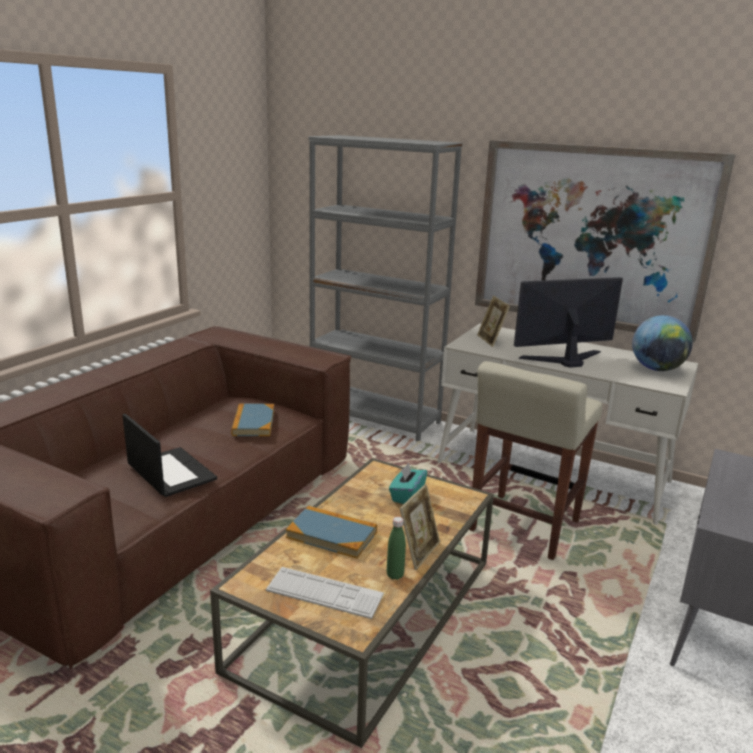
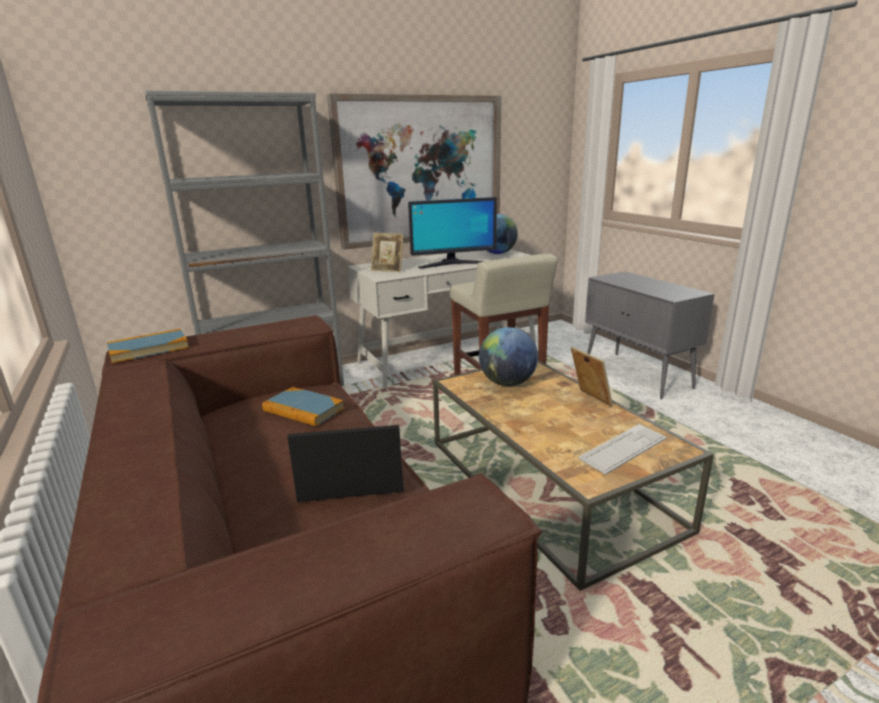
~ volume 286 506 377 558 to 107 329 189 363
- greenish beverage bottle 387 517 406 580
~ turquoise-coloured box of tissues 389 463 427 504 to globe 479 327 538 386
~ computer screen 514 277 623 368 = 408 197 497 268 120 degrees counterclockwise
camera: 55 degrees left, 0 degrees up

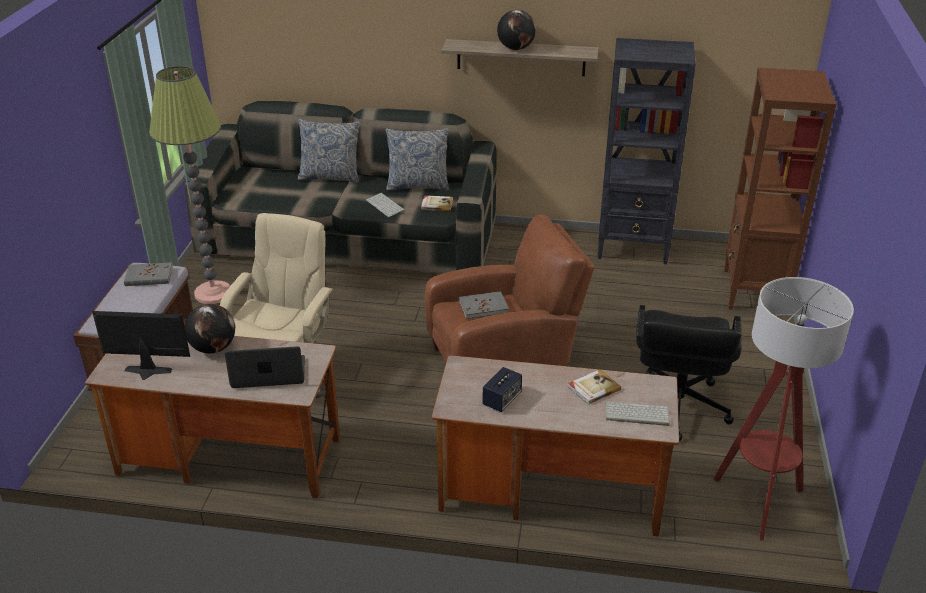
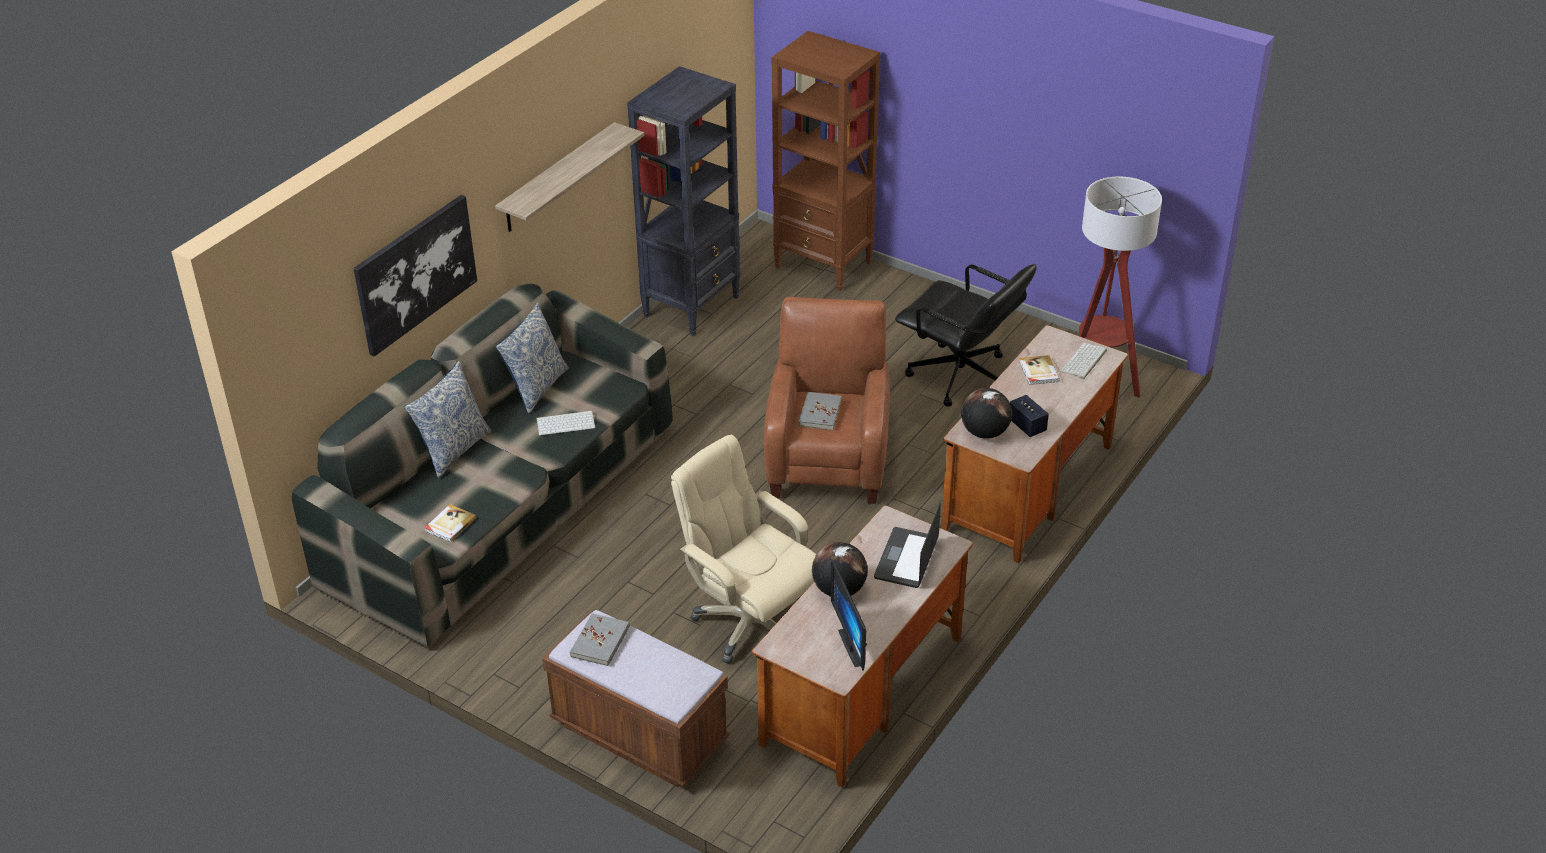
~ computer screen 92 311 190 380 = 831 559 867 671 45 degrees counterclockwise
- floor lamp 149 66 230 304
~ volume 421 195 453 211 to 425 504 476 542
~ globe 497 10 536 50 to 961 388 1012 439
+ wall art 353 195 477 357
camera: 65 degrees left, 5 degrees up

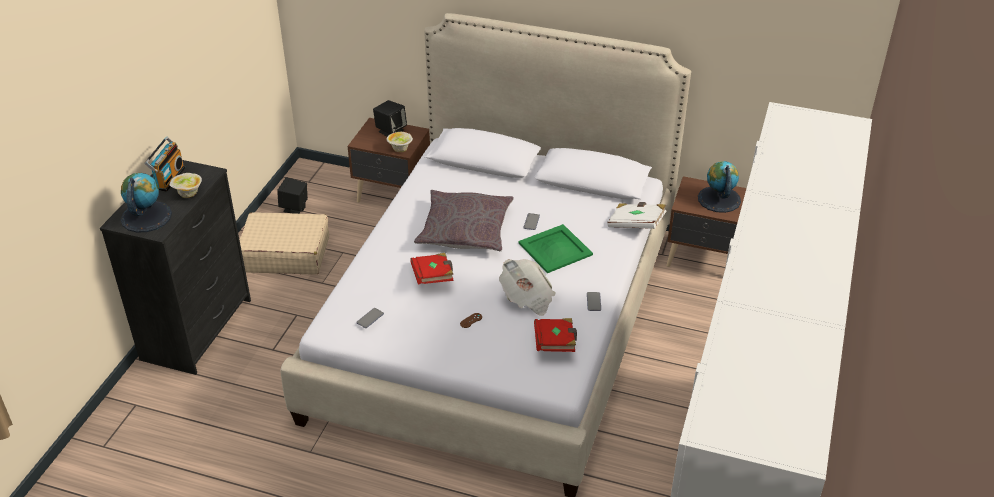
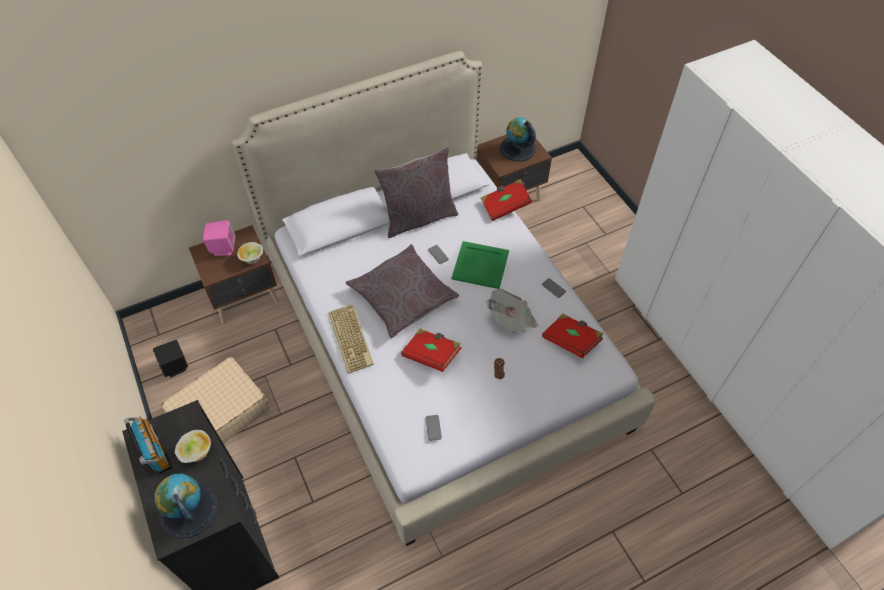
~ black-coloured loudspeaker 373 100 407 137 to pink-coloured loudspeaker 203 220 236 256
~ whitish volume 607 202 666 229 to red volume 481 179 532 221
+ keyboard 328 304 374 374
+ greyish pillow 374 147 458 238
camera: 45 degrees left, 15 degrees up

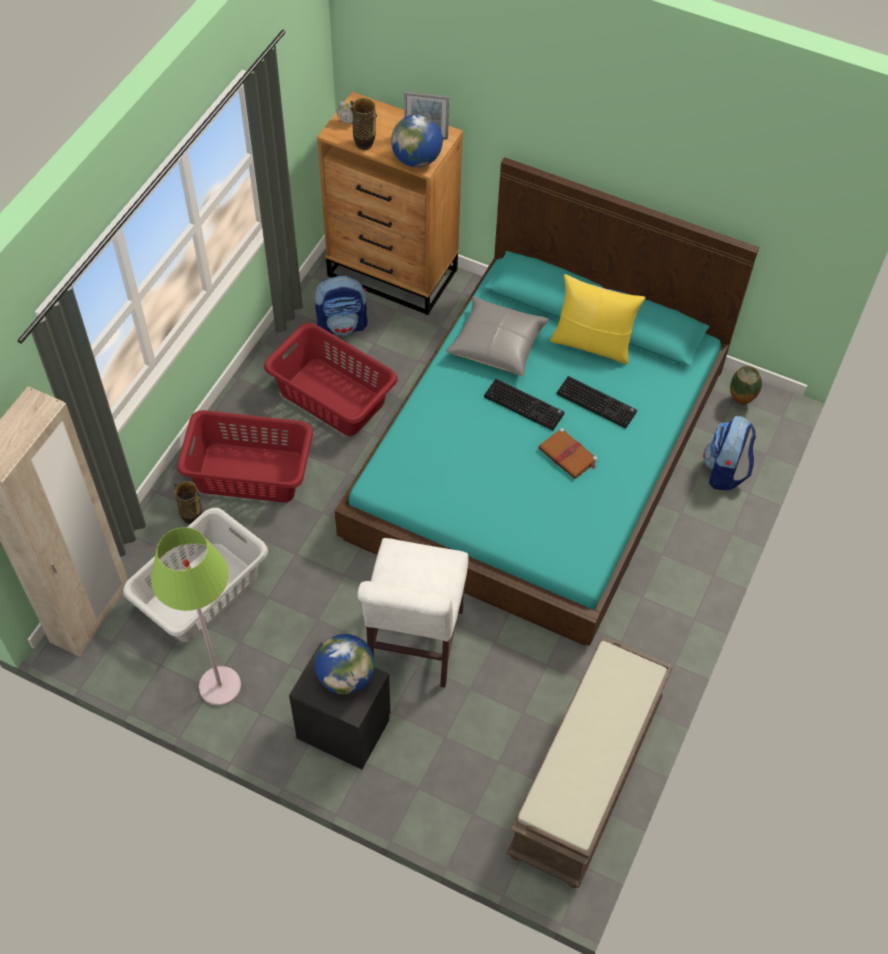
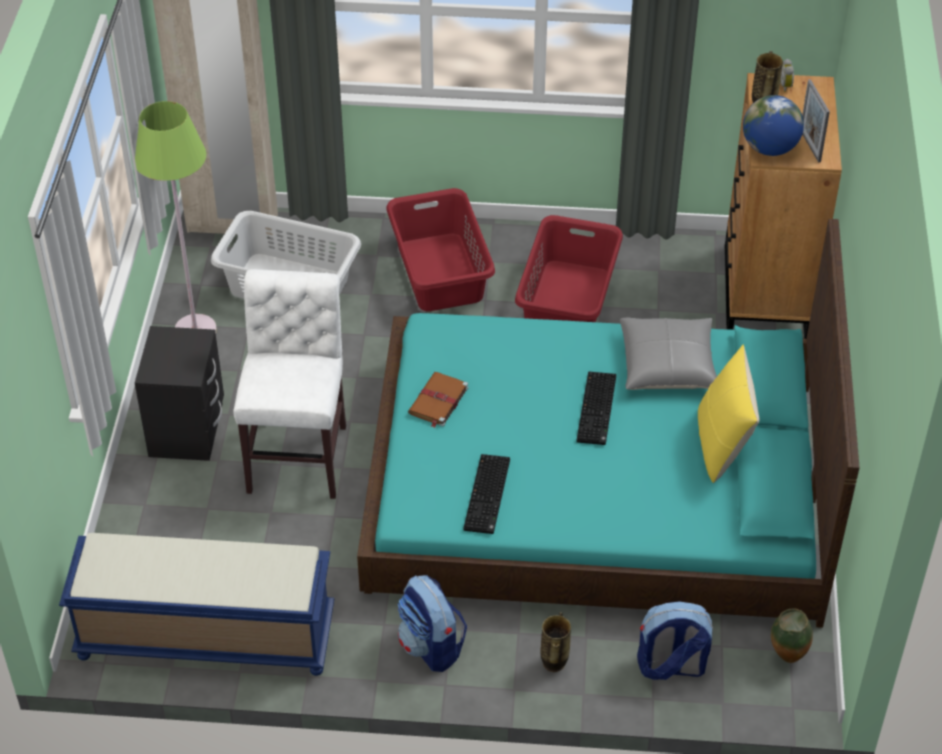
~ flower vase 174 481 202 525 to 541 612 571 672
~ rucksack 315 276 368 335 to 398 575 467 672
- globe 315 634 375 694
~ whitish plain chair 358 538 468 688 = 233 269 346 499 105 degrees clockwise
~ brownish indoor bench 507 635 673 888 to blue indoor bench 59 533 335 676
~ brownish volume 538 428 598 479 to 408 372 469 428
~ keyboard 557 376 637 429 to 463 454 510 534
camera: 70 degrees right, 10 degrees down

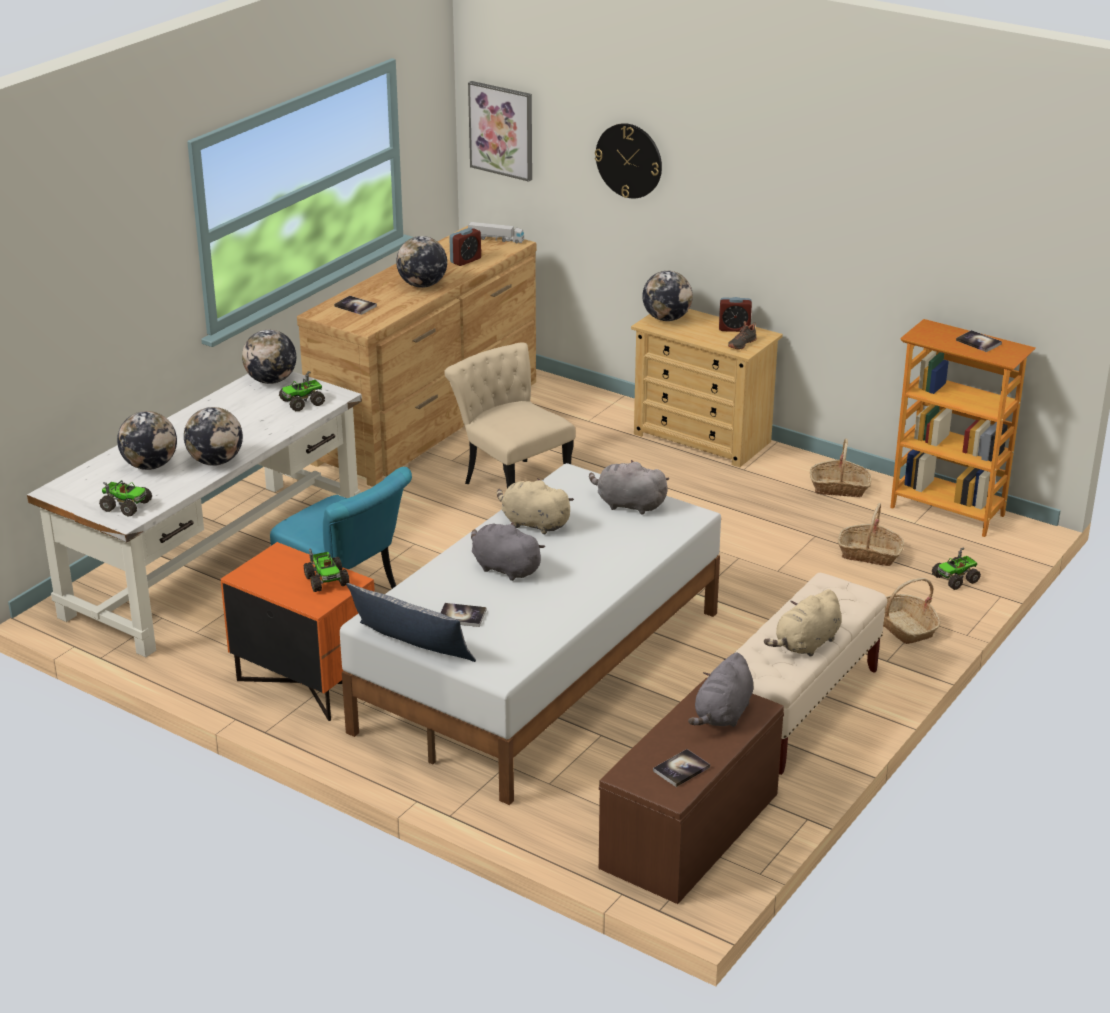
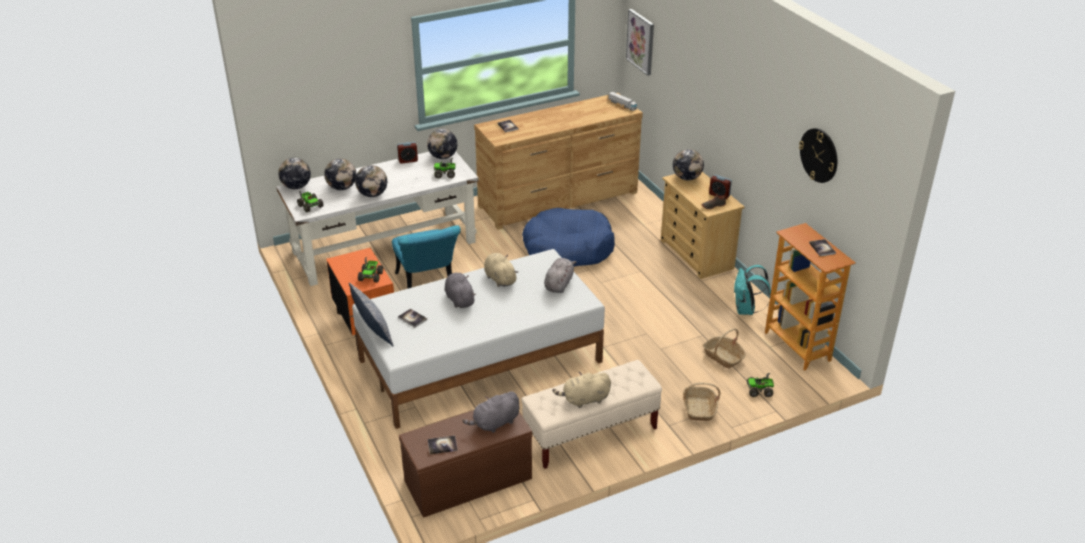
~ globe 396 236 447 288 to 278 158 311 189
~ sand-coloured plain chair 444 342 575 488 to blue dog cushion 522 208 615 267
~ alarm clock 449 227 481 266 to 397 142 418 164
~ greyish cuddly toy 589 460 669 515 = 544 258 577 293 60 degrees clockwise
~ hanging clock 595 123 662 198 to 799 128 837 183
~ household basket 810 439 872 497 to turquoise-coloured rucksack 734 265 771 315
camera: 30 degrees right, 5 degrees up

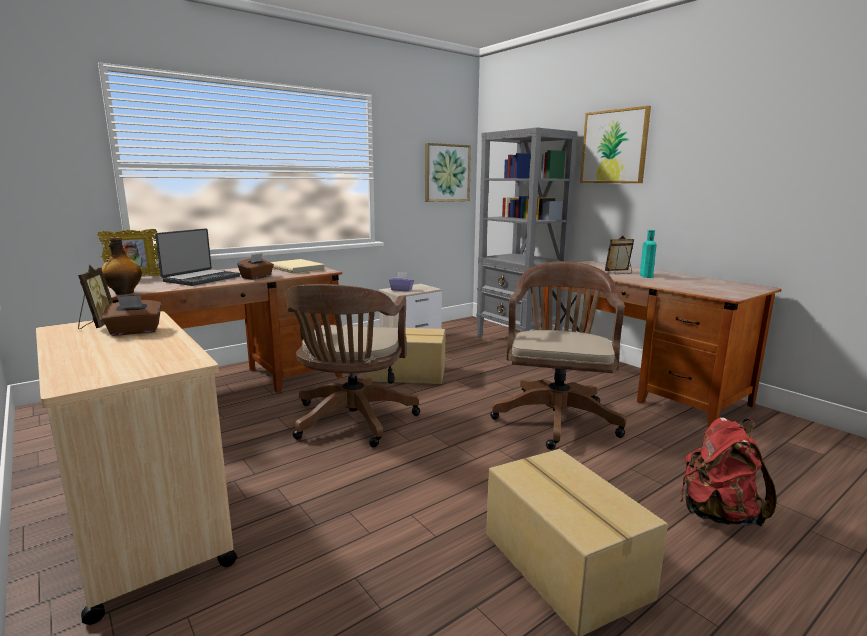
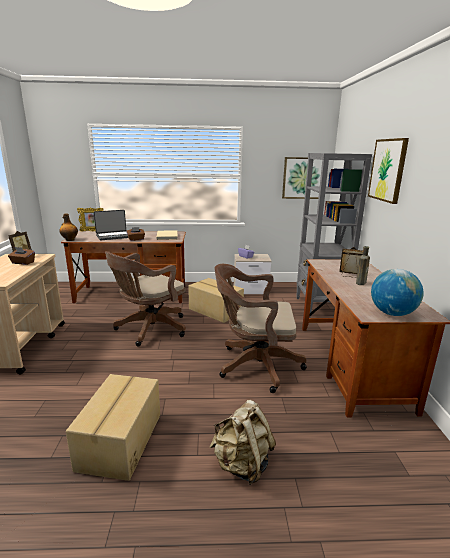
~ brownish office chair 490 261 627 450 = 214 264 307 393 135 degrees counterclockwise
~ turquoise-coloured beverage bottle 640 230 657 278 to brownish beverage bottle 356 246 370 285
~ red rucksack 680 417 777 526 to sand-coloured rucksack 210 400 276 485
+ globe 371 269 424 316
camera: 35 degrees right, 5 degrees up

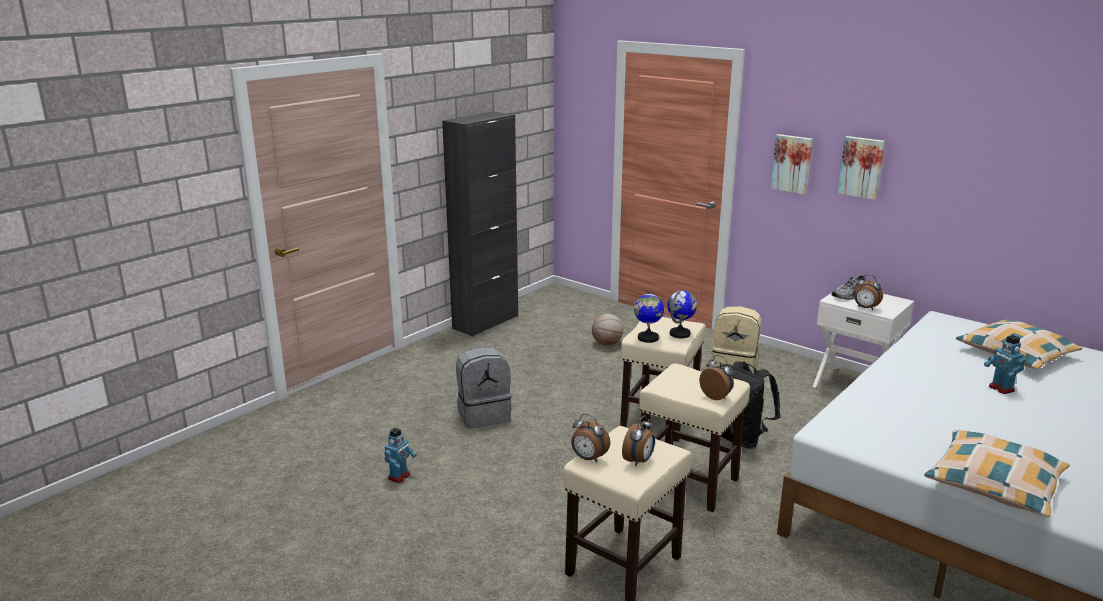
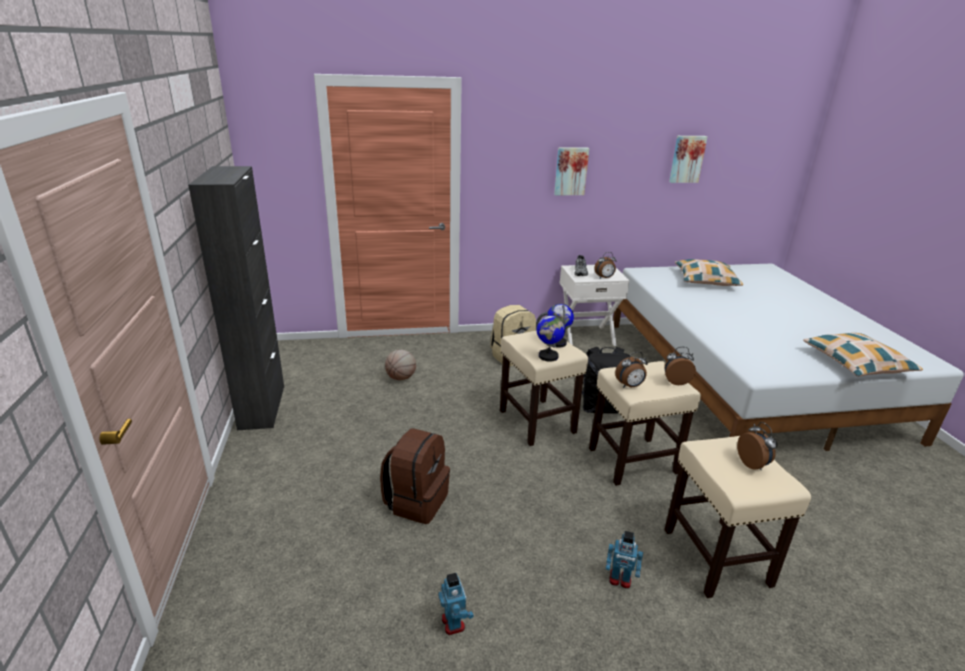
~ greyish rucksack 456 347 511 429 to brownish rucksack 380 428 450 524
~ alarm clock 571 414 610 462 to 615 352 648 388
~ wall art 771 134 813 195 to 669 136 707 183
~ model robot 984 335 1025 394 to 606 531 643 588
camera: 50 degrees left, 5 degrees up

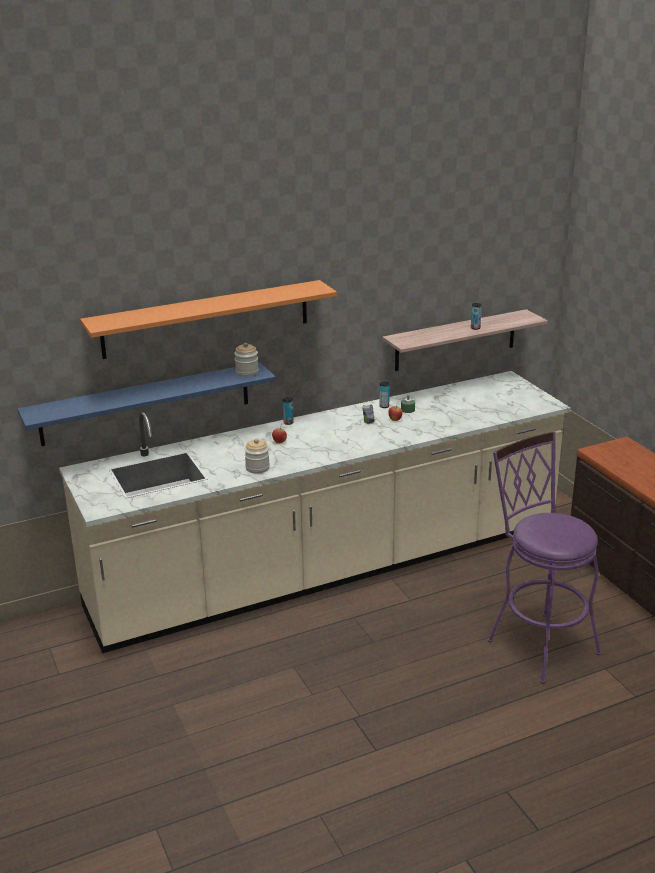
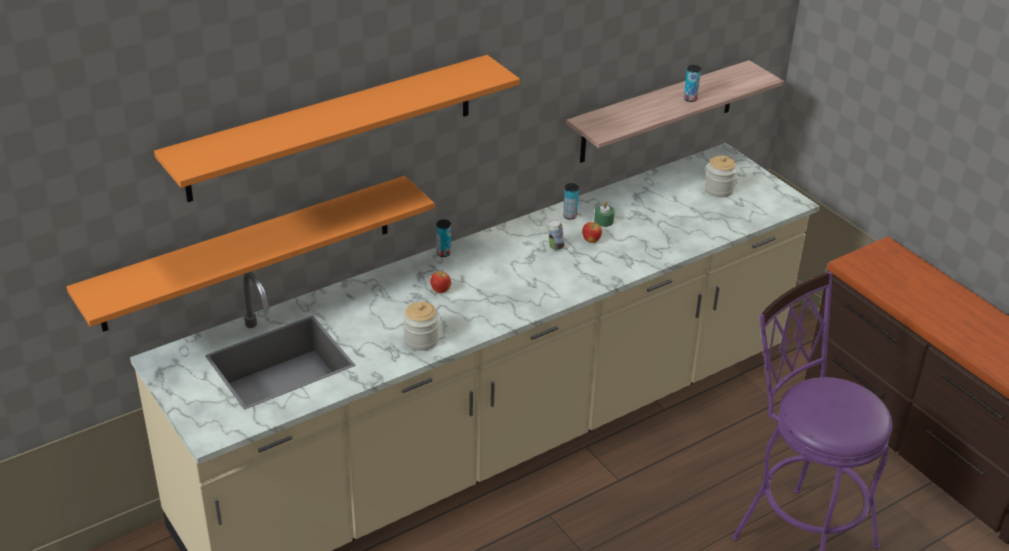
~ blue bracket shelf 17 362 276 446 to orangey bracket shelf 67 176 434 332
~ preserve jar 234 343 259 377 to 705 156 737 197
camera: 10 degrees left, 10 degrees up

